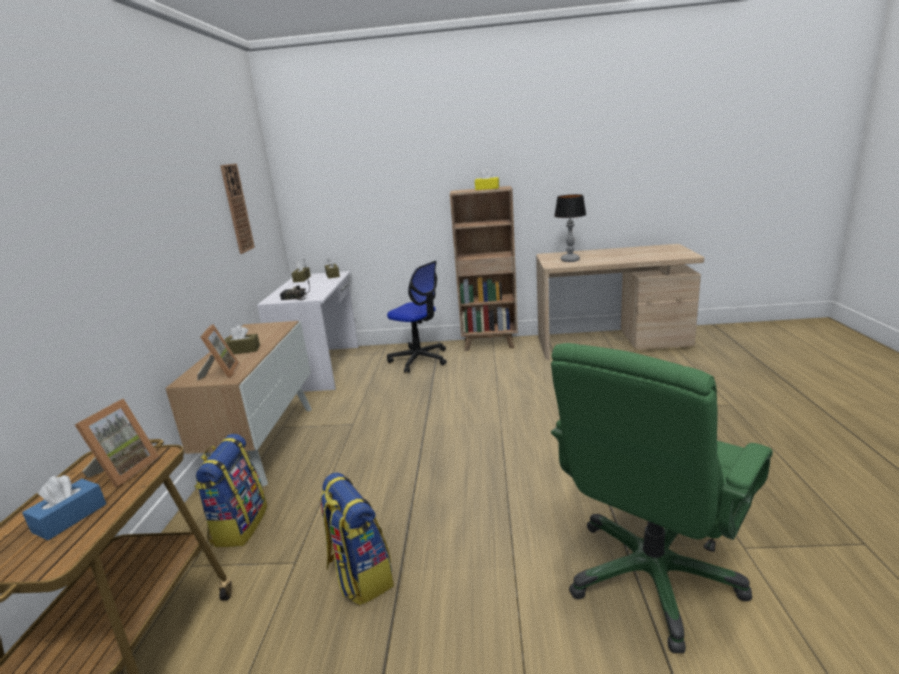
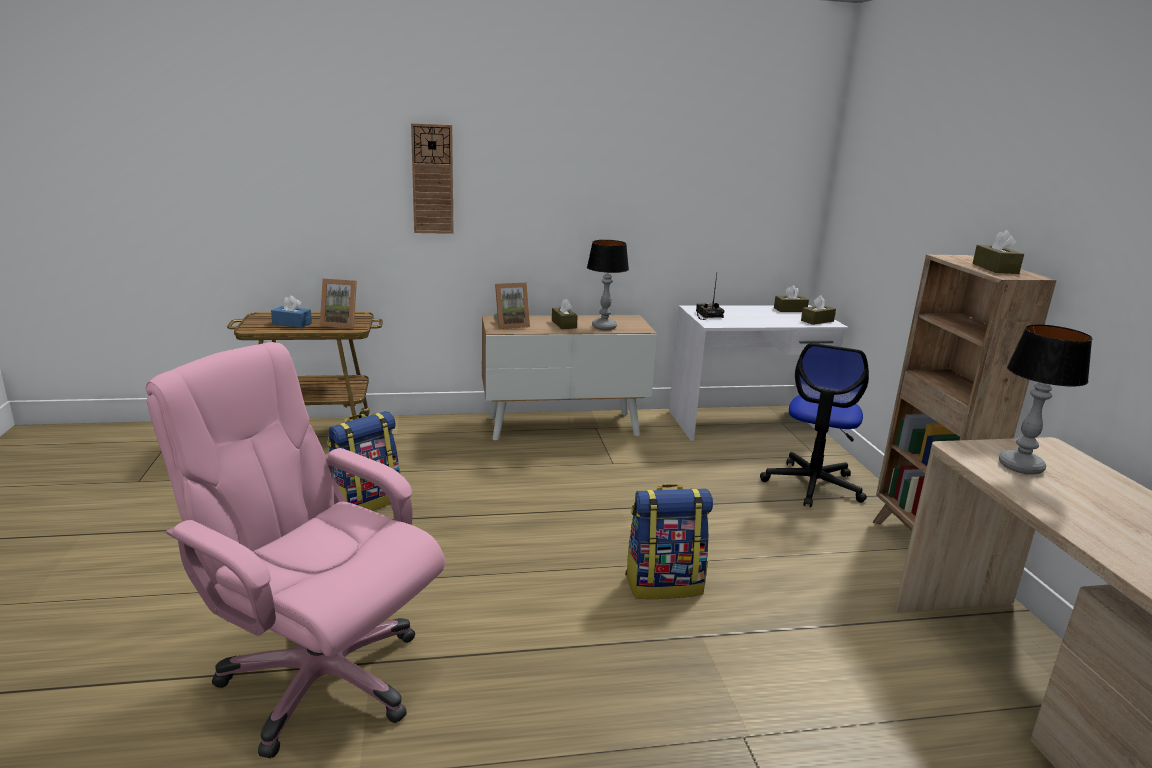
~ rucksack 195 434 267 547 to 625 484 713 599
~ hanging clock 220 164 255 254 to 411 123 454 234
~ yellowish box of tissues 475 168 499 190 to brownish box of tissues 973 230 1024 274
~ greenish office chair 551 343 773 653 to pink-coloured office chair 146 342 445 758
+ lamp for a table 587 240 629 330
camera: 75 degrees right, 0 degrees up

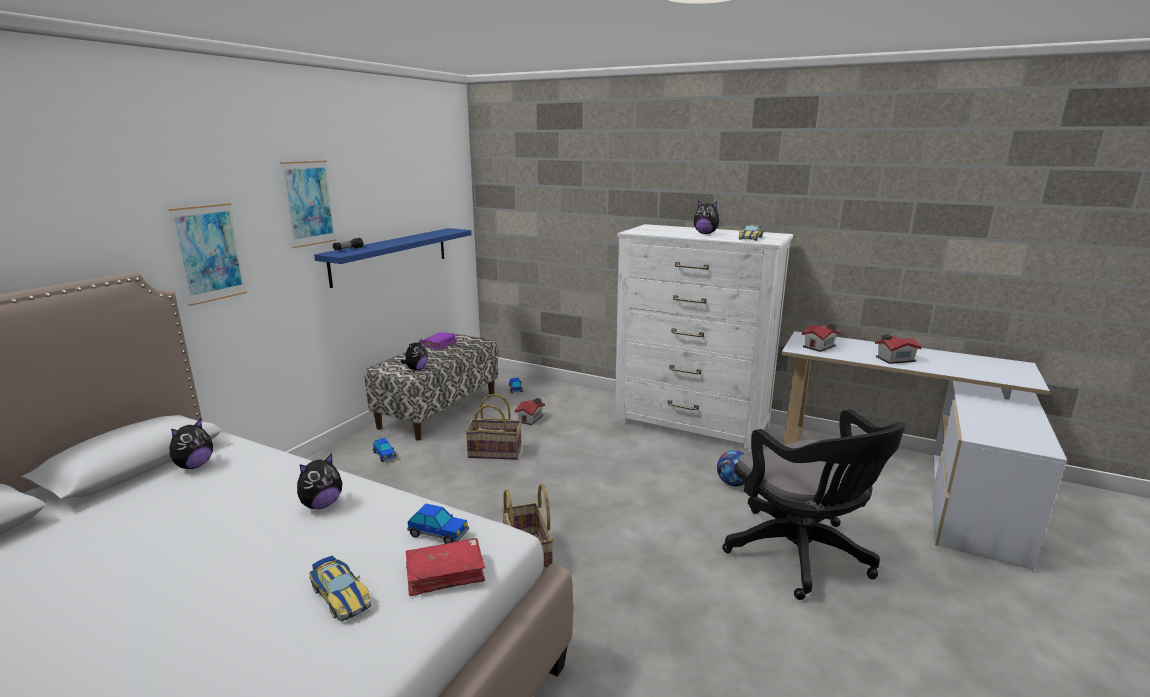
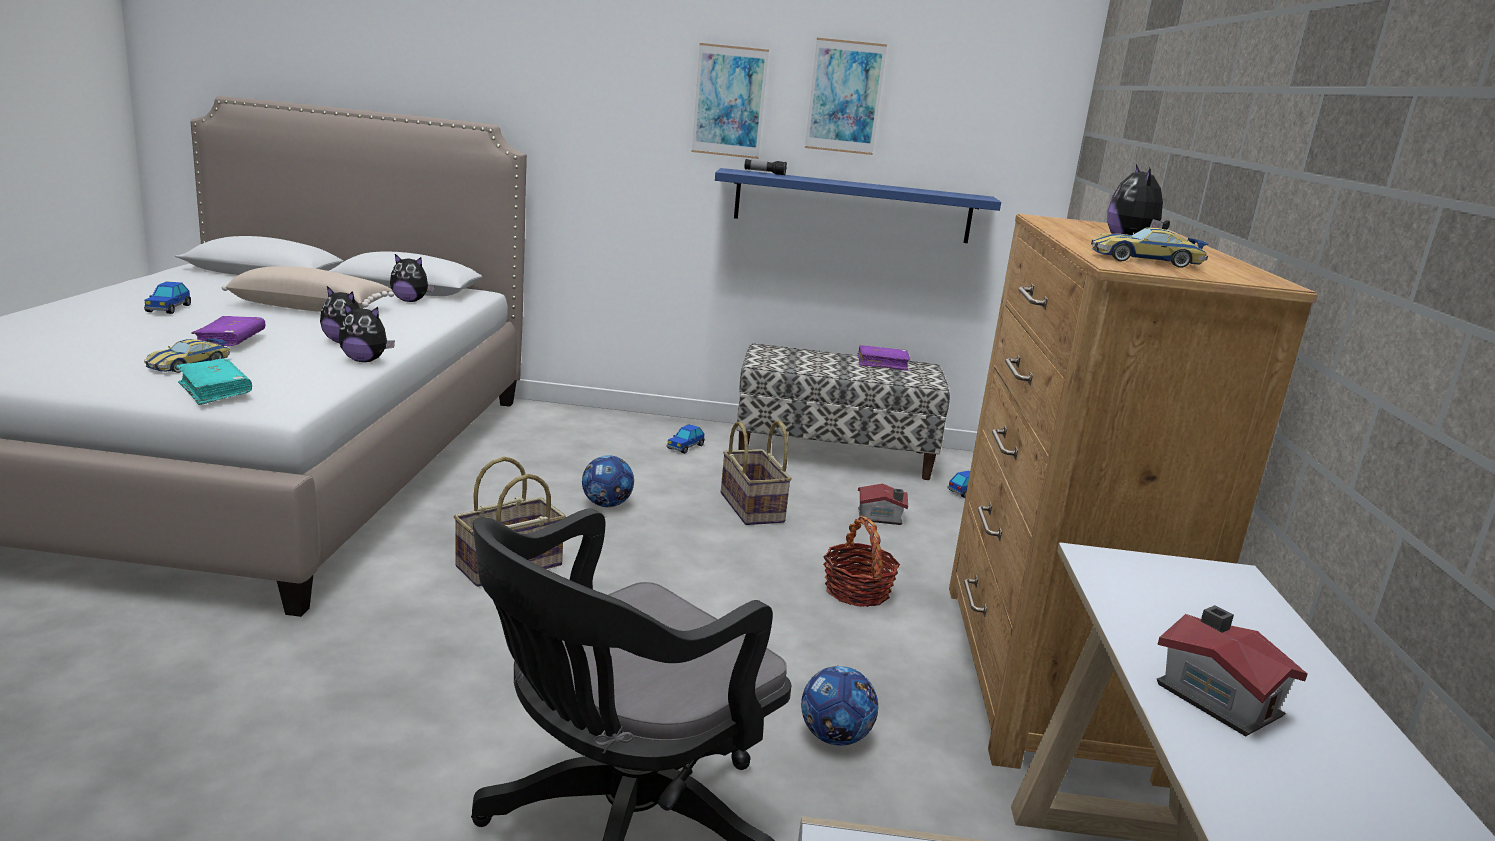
~ wall art 168 203 247 306 to 805 38 887 155
~ cuddly toy 400 339 428 371 to 339 303 395 362
~ red volume 406 538 485 596 to turquoise-coloured volume 176 359 252 405
~ toy car 407 504 469 544 to 144 281 191 314
~ whitish dresser 615 224 793 453 to brownish dresser 949 214 1318 788
- model house 802 323 840 352
+ purple-coloured volume 191 316 265 346
+ sand-coloured pillow 222 266 394 312
+ ball for football 582 455 634 507
+ household basket 823 516 900 607
camera: 65 degrees right, 0 degrees up

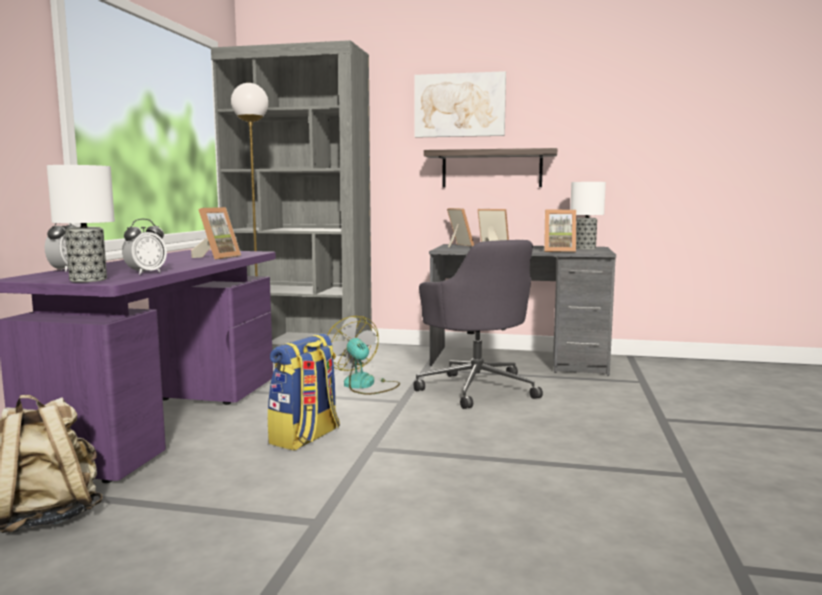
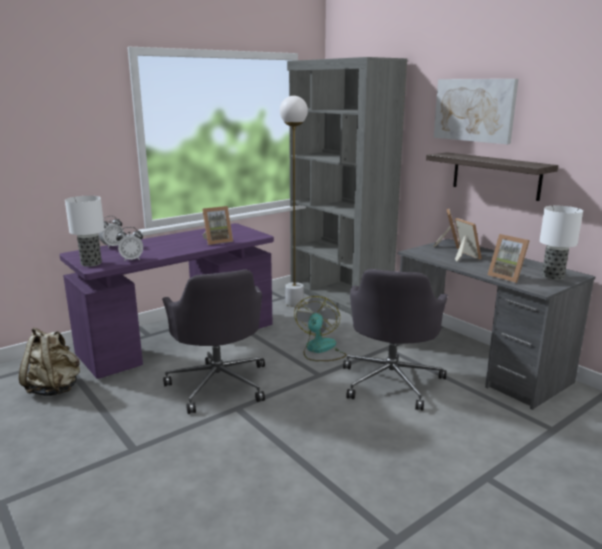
~ rucksack 268 334 340 450 to greyish office chair 162 269 265 414
camera: 40 degrees right, 10 degrees up

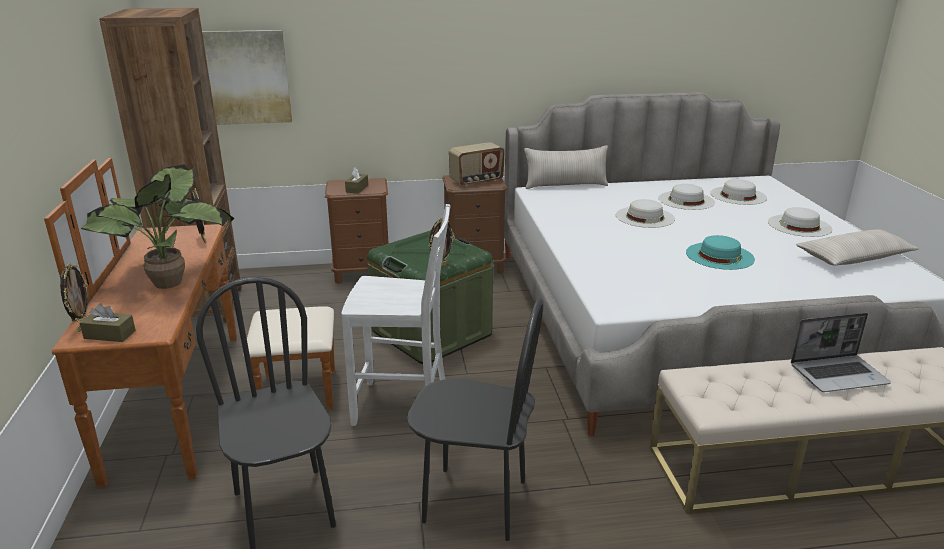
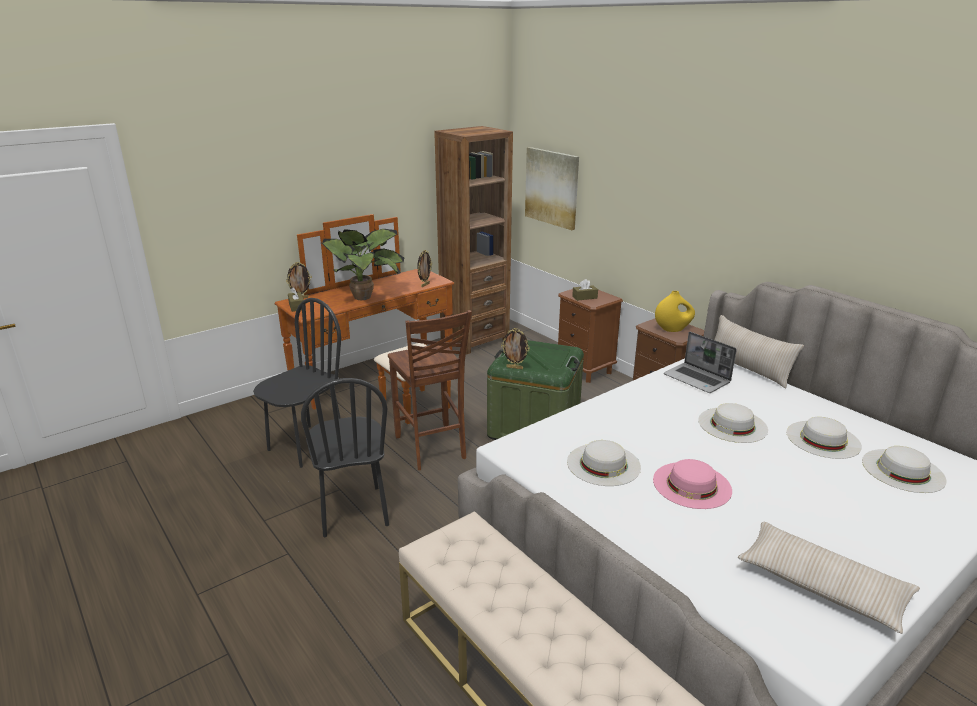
~ whitish plain chair 341 204 451 426 to brownish plain chair 388 310 472 470
~ radio 449 142 505 186 to yellowish flower vase 655 291 695 332
~ turquoise-coloured wearable hat 686 235 755 270 to pink-coloured wearable hat 653 459 732 509
~ whitish wearable hat 768 207 832 237 to 567 440 641 486
~ portable computer 791 313 891 392 to 664 332 737 393
camera: 60 degrees right, 0 degrees up

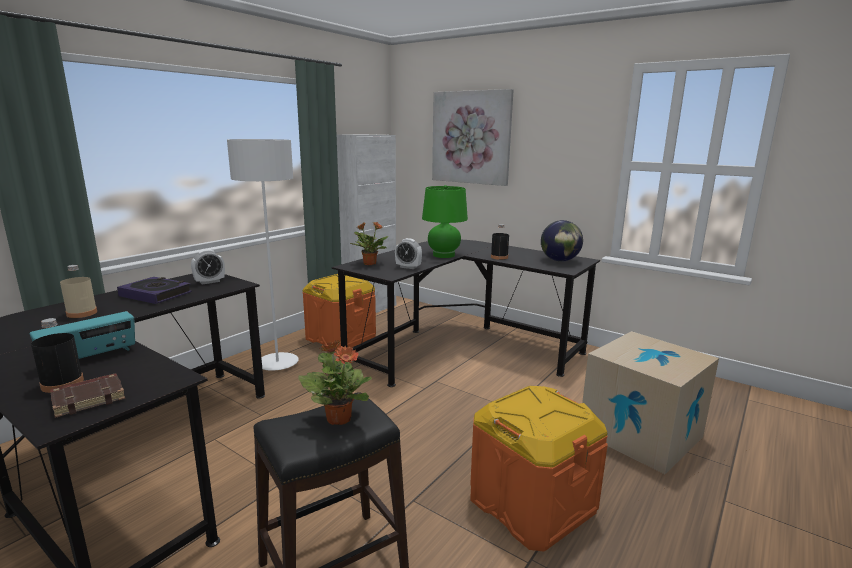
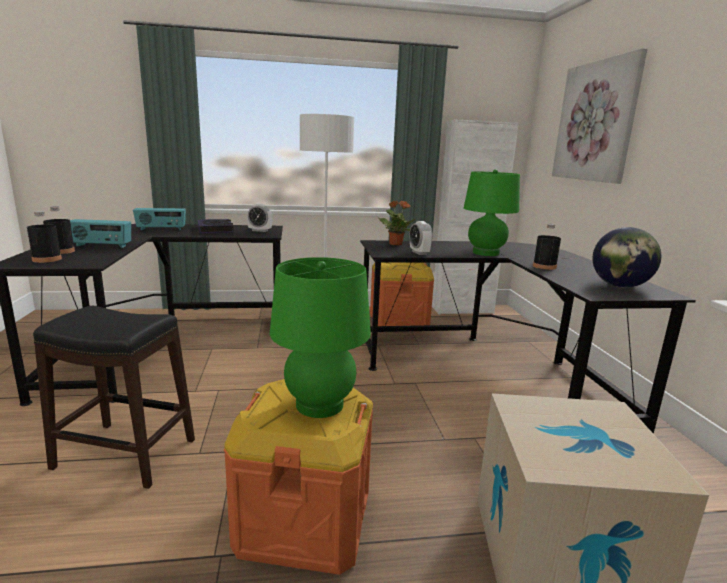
~ brownish volume 50 373 125 418 to black-coloured beverage bottle 27 211 62 263
~ sand-coloured beverage bottle 60 265 97 318 to radio 133 208 186 230
- potted plant 298 340 372 425
+ greenish lamp for a table 270 257 371 418
camera: 45 degrees right, 0 degrees up

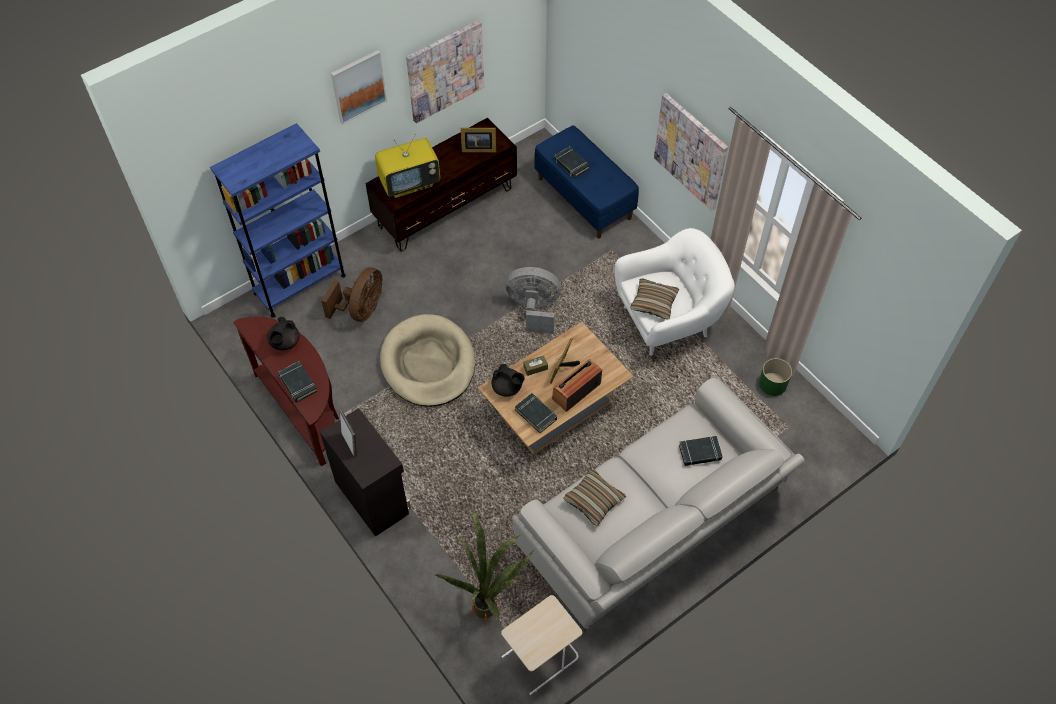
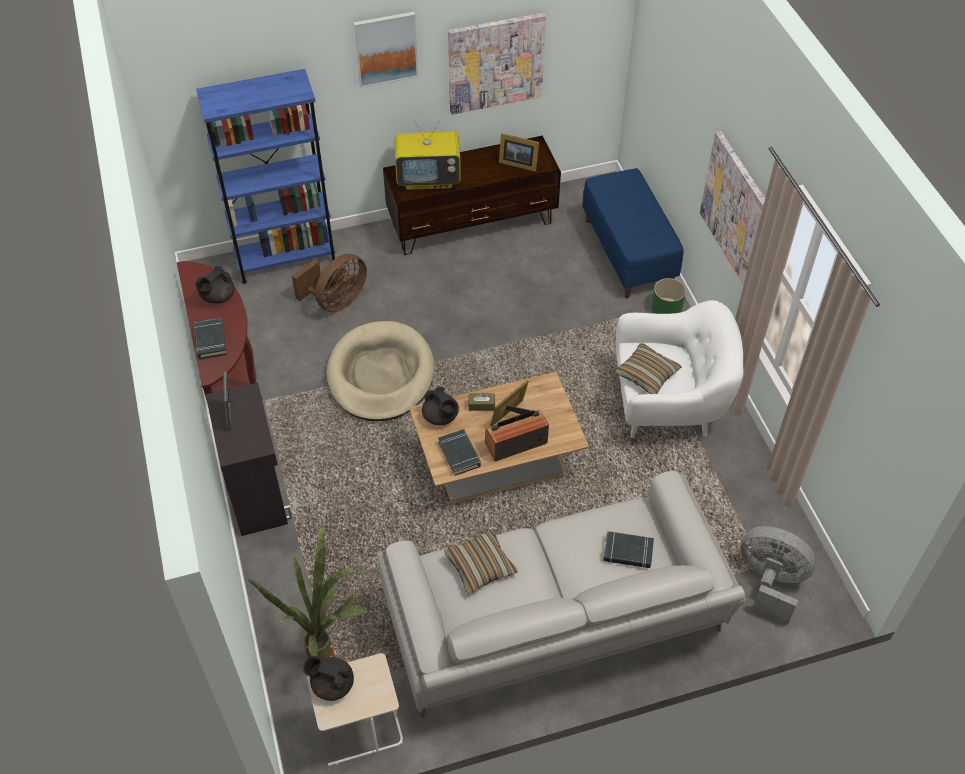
~ greyish cooling fan 505 267 561 334 to 740 526 816 625
- black-coloured volume 554 146 590 178
~ greenish flower pot 759 358 792 396 to 652 278 686 314
+ black-coloured teapot 303 656 354 701
camera: 20 degrees right, 5 degrees down

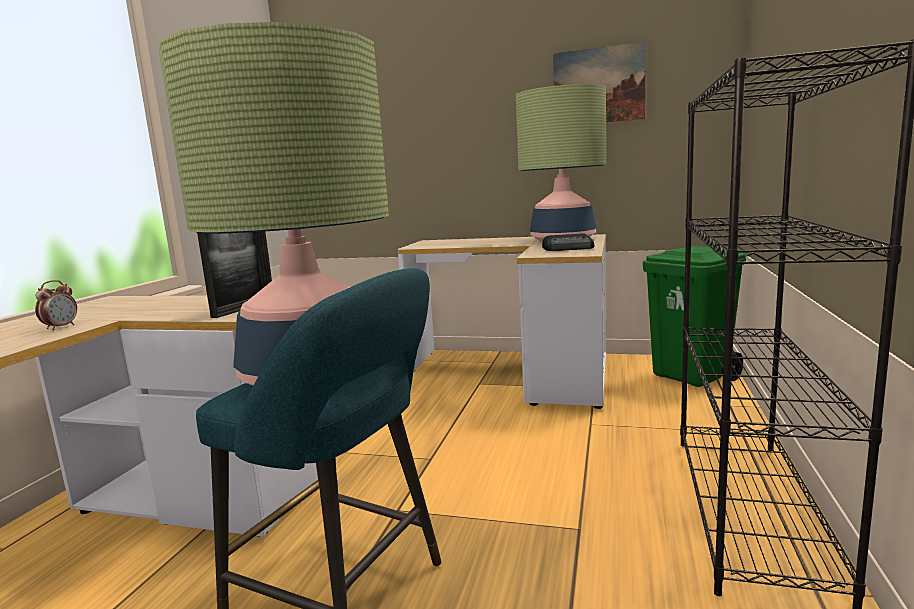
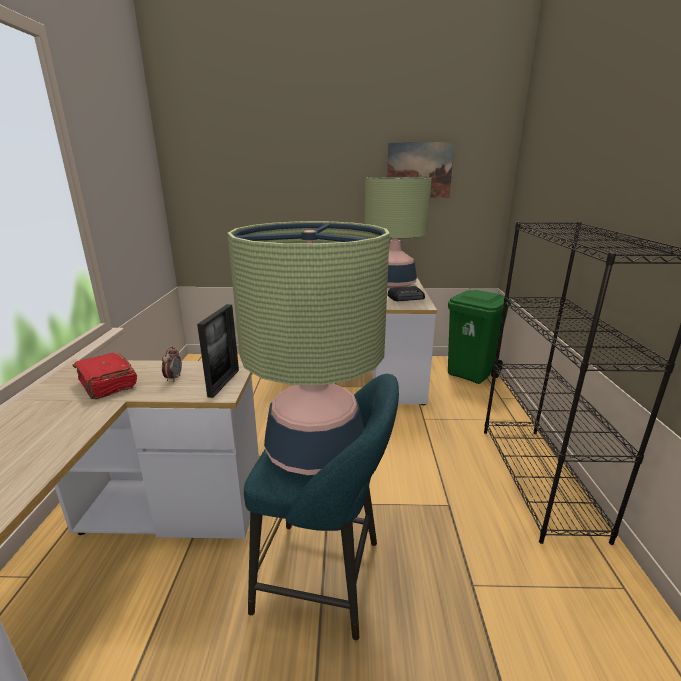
~ alarm clock 35 280 77 330 to 162 346 182 382
+ red volume 73 352 137 399
camera: 15 degrees left, 10 degrees up

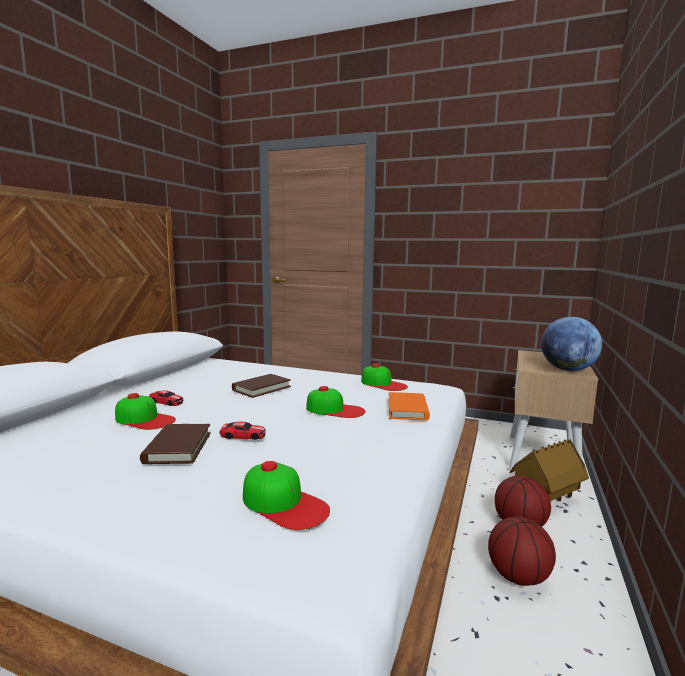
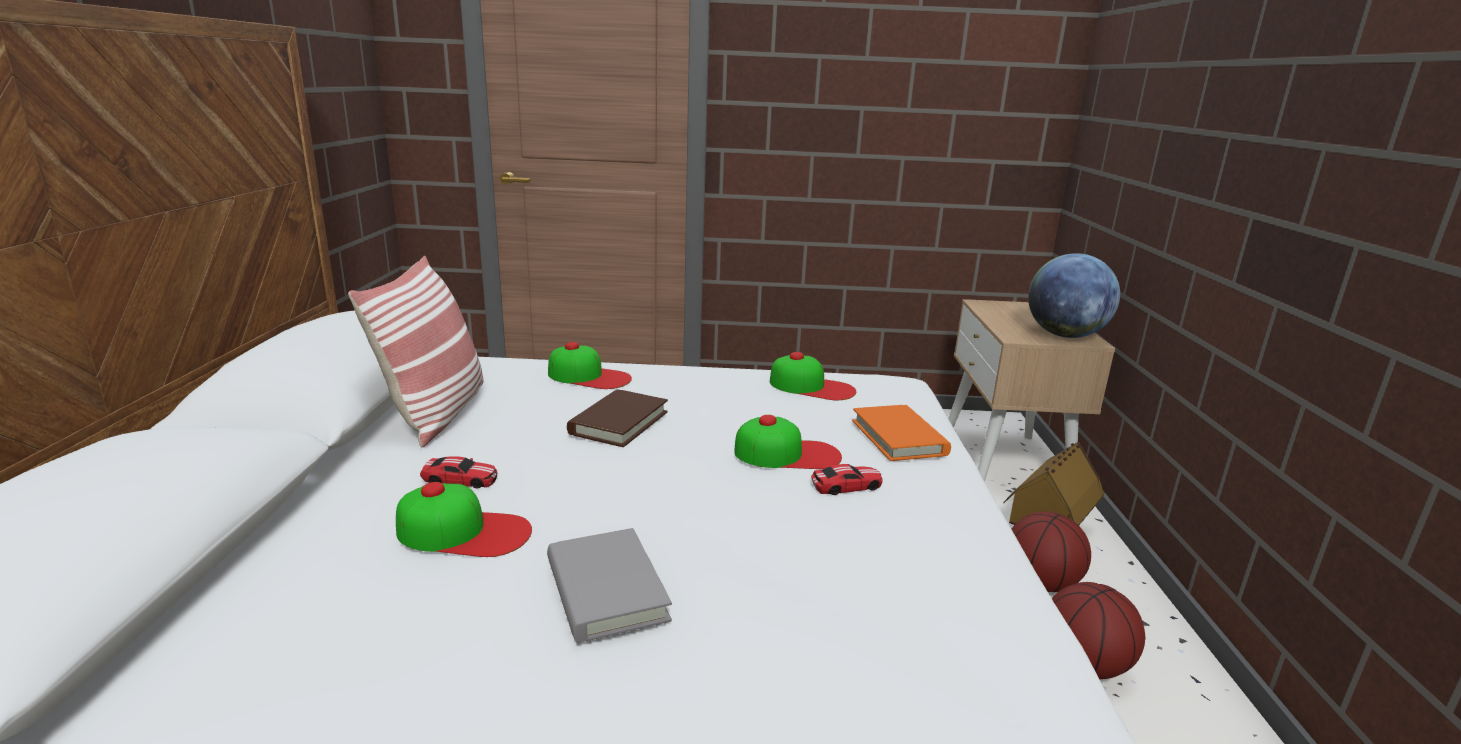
~ brownish volume 140 424 211 464 to greyish volume 547 528 672 643
~ toy car 219 422 266 440 to 811 464 883 495
~ peaked cap 243 461 330 530 to 548 342 632 389
+ pillow 348 256 483 448
camera: 20 degrees left, 10 degrees up

